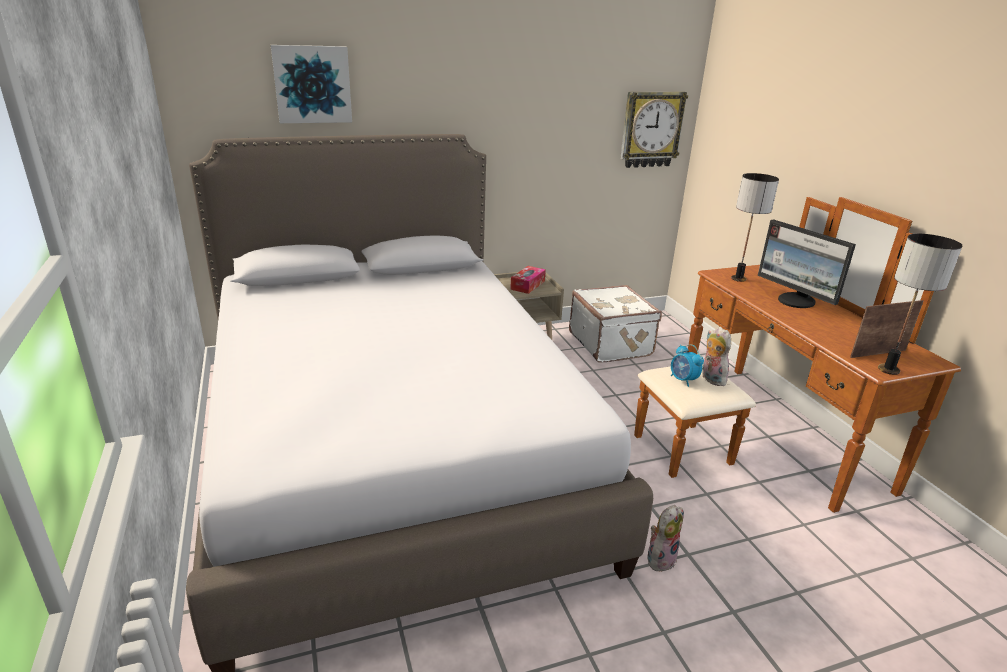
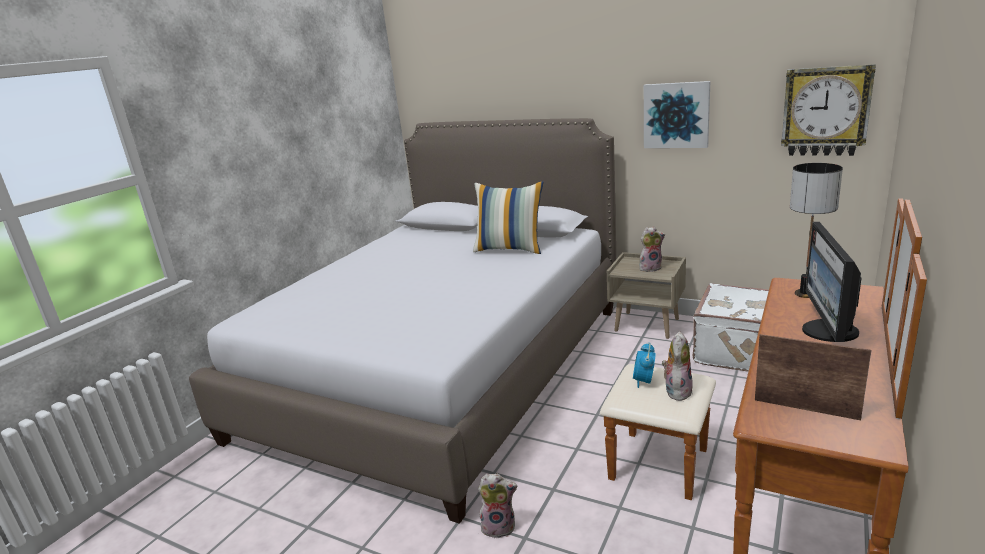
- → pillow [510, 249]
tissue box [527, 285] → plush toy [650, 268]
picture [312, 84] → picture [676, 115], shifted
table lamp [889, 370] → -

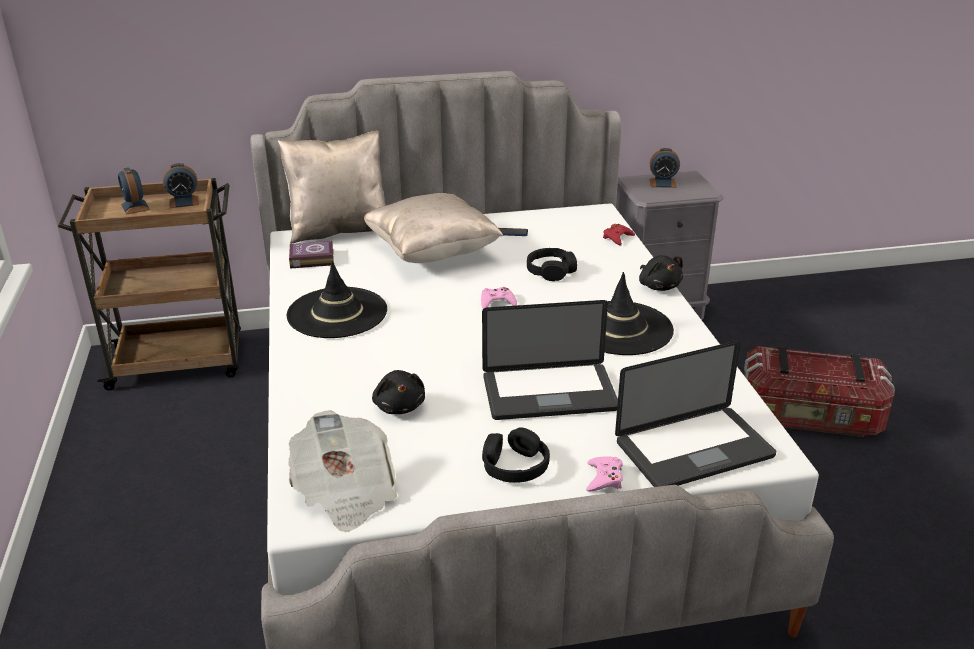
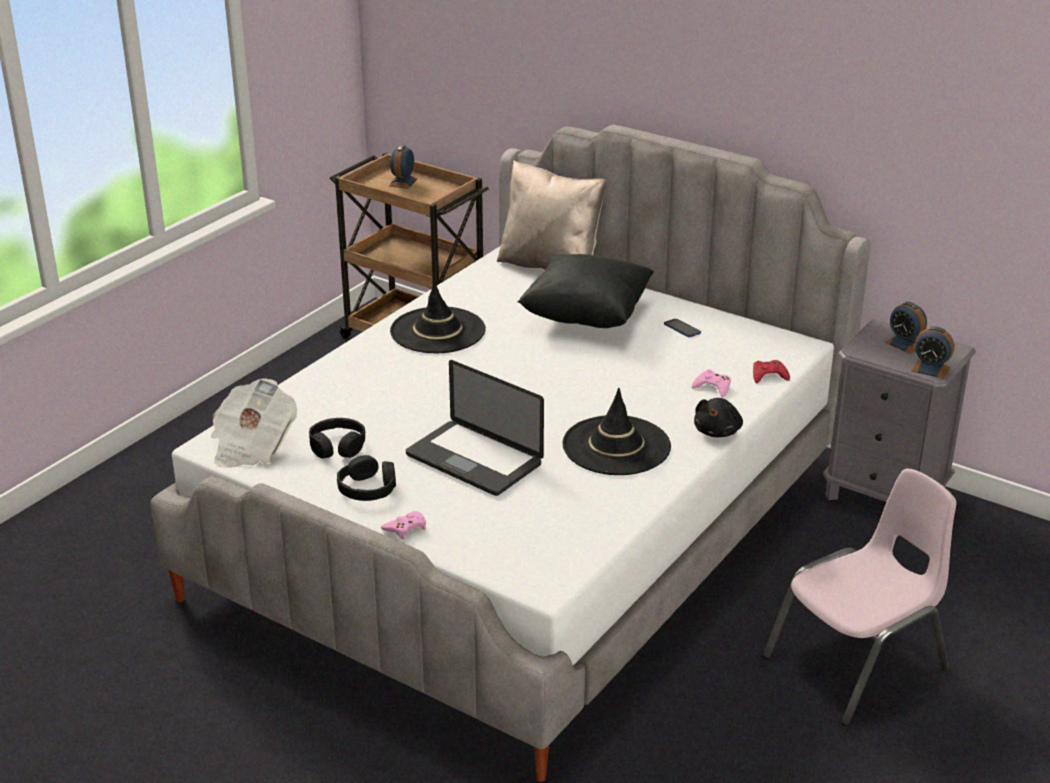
headphones (black) [551, 271] → headphones (black) [337, 446], shifted
pillow (beige) [432, 253] → pillow (black) [586, 317]
game controller (pink) [497, 302] → game controller (pink) [713, 387], shifted
storage box [809, 417] → chair (pink) [857, 664]
alarm clock [184, 202] → alarm clock [930, 369], shifted
book [310, 258] → -
plush toy (black) [399, 406] → -
laptop [694, 450] → -

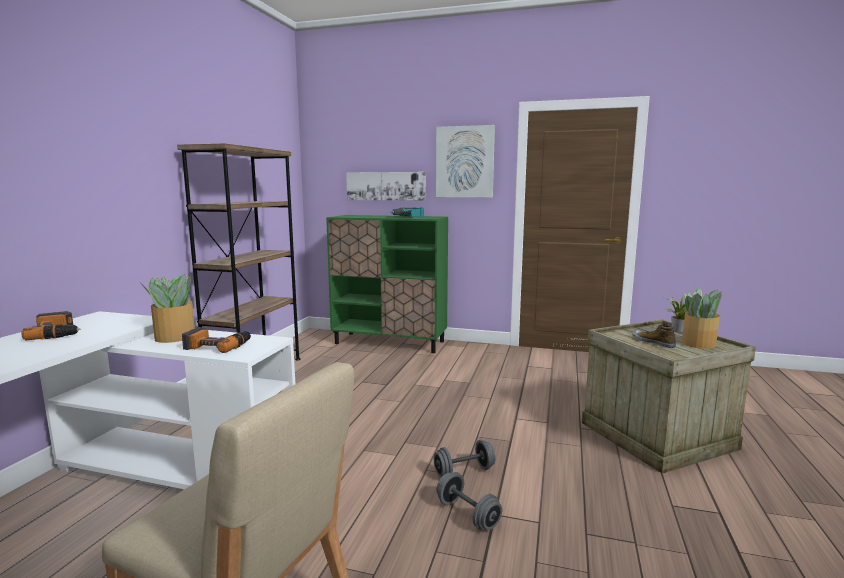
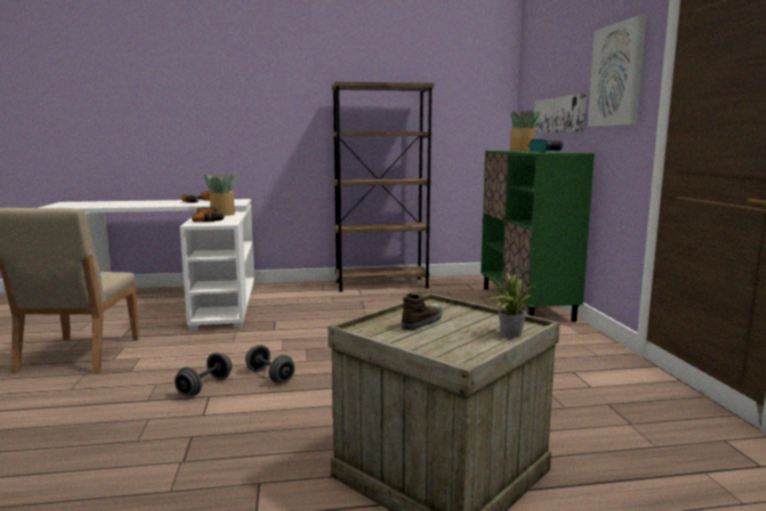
potted plant [699, 343] → potted plant [522, 151], shifted

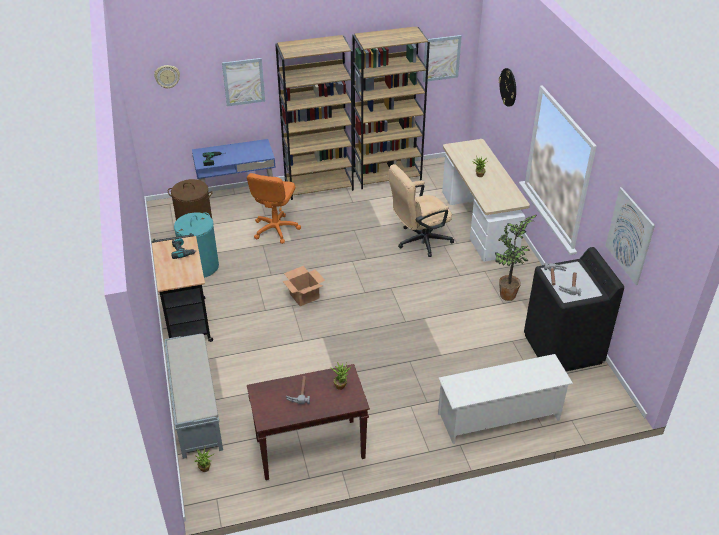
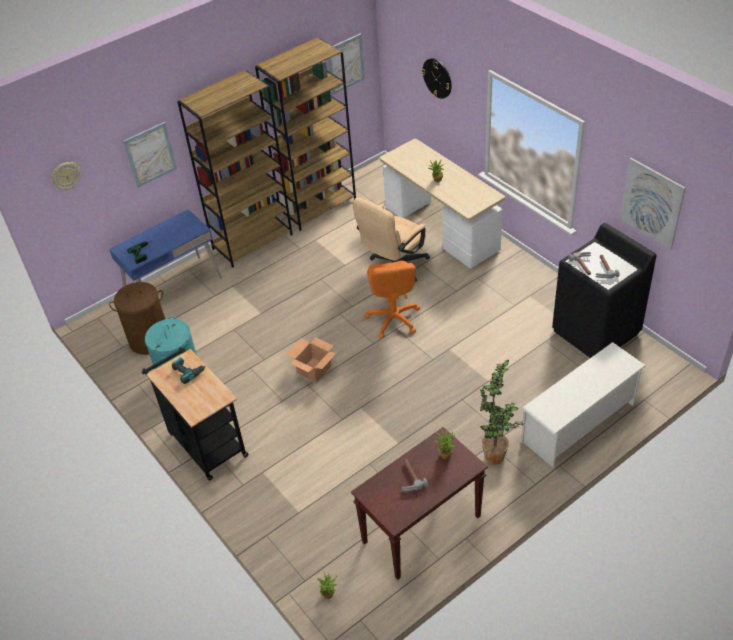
office chair (orange) [275, 229] → office chair (orange) [393, 319], shifted
potted plant [507, 297] → potted plant [495, 459], shifted
bench (grey) [196, 409] → -

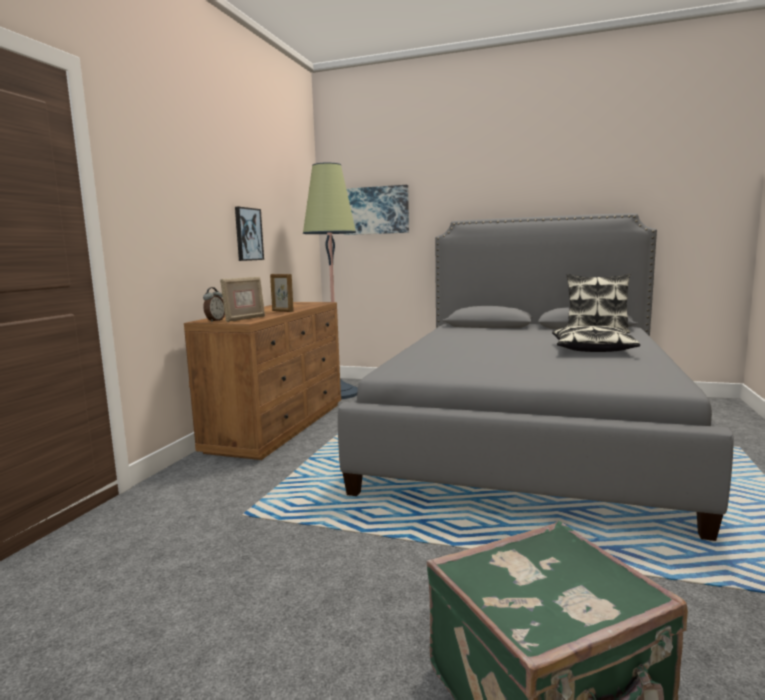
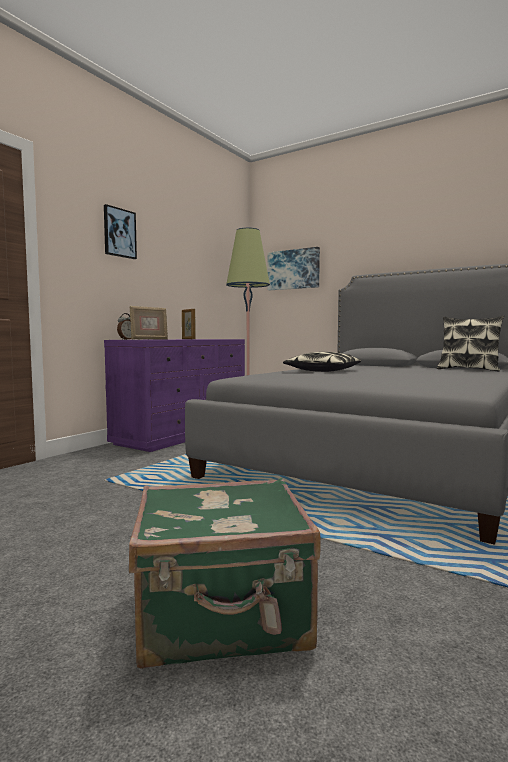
picture [248, 234] → picture [119, 233], shifted
dresser (brown) [279, 426] → dresser (purple) [183, 434]
pillow [591, 349] → pillow [323, 371], shifted

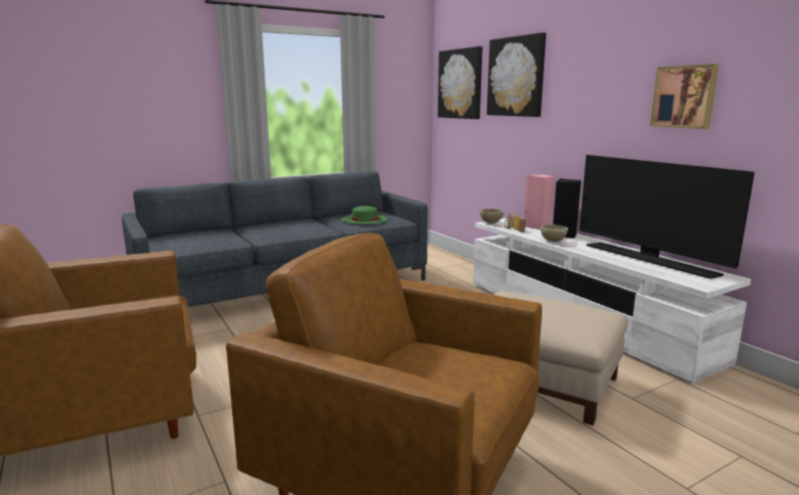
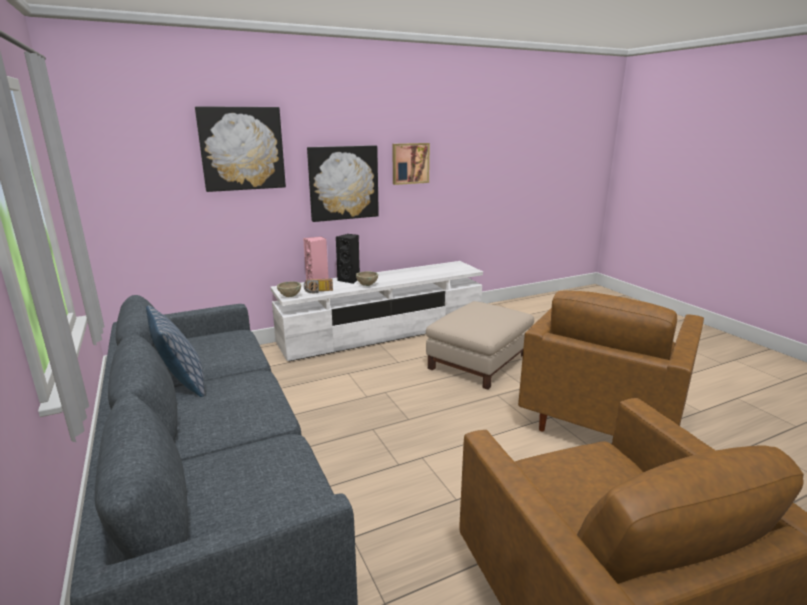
- → pillow [182, 384]
picture [460, 84] → picture [343, 183], shifted
hat (green) [364, 219] → -
television [650, 260] → -

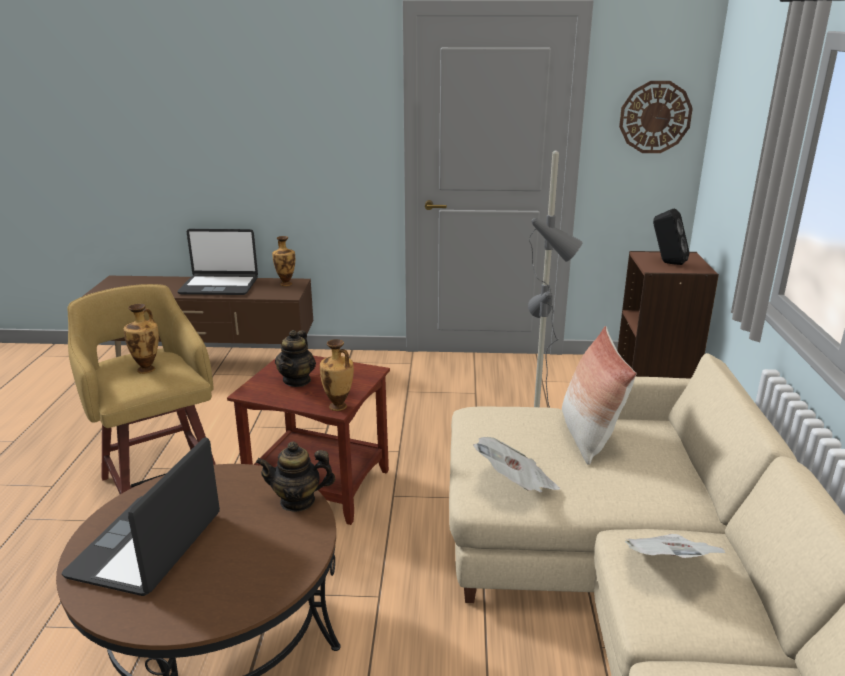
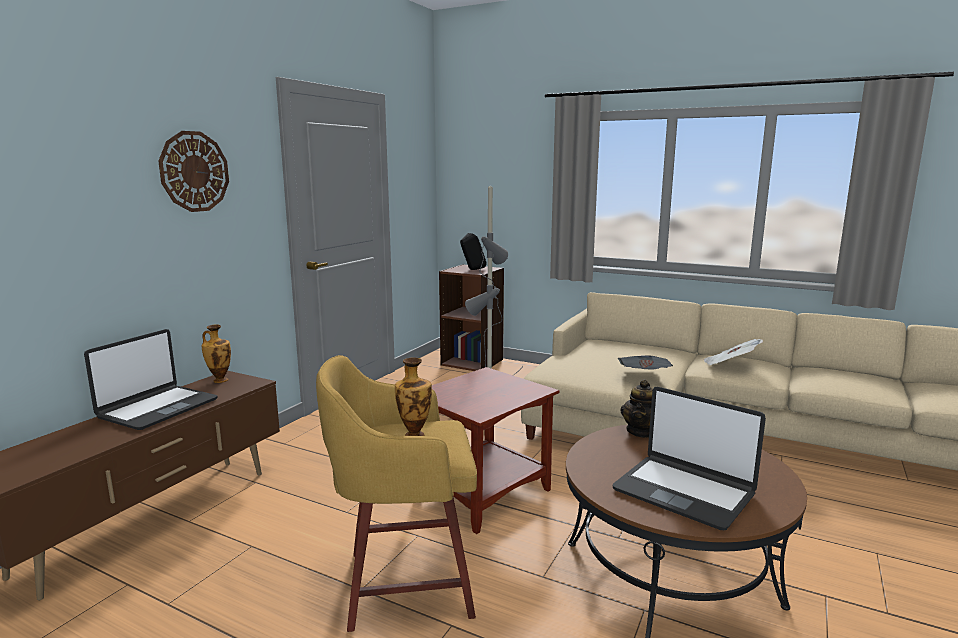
wall clock [655, 117] → wall clock [194, 171], shifted
teapot [297, 380] → -
vase [338, 407] → -
pillow [588, 436] → -

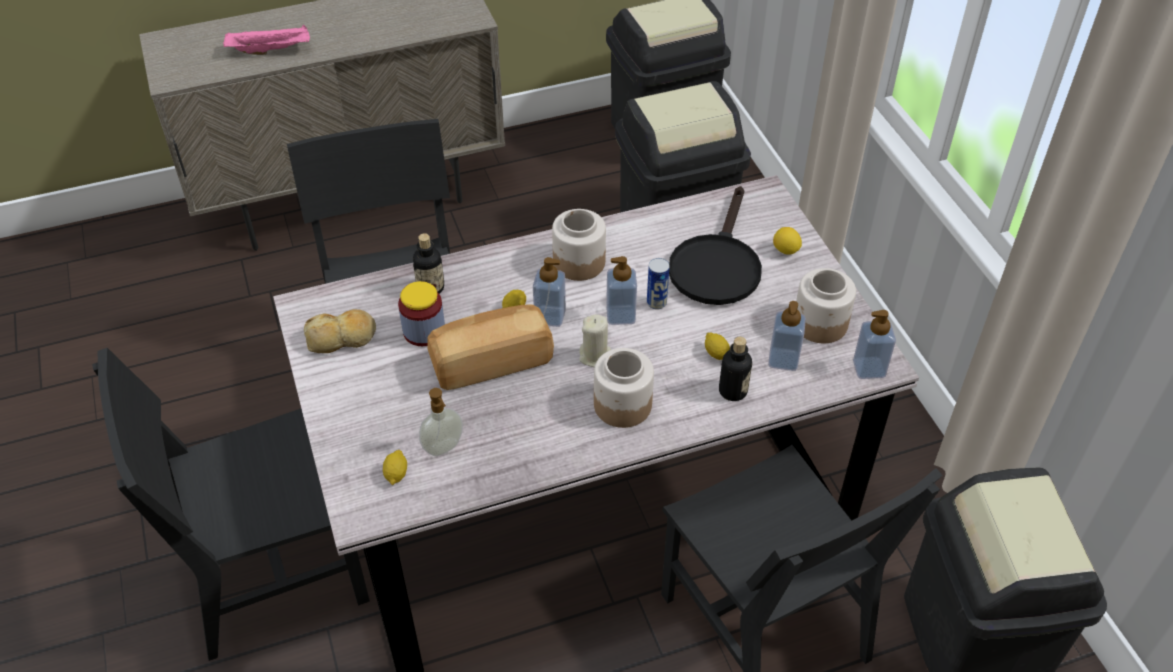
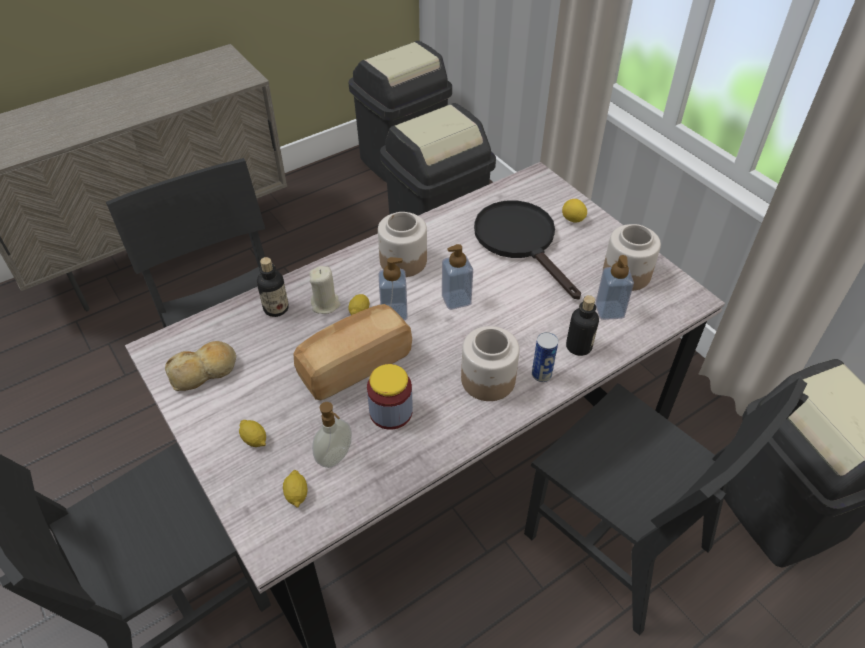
lemon [716, 353] → lemon [254, 439], shifted
candle (beige) [595, 356] → candle (beige) [325, 304], shifted
jar [424, 331] → jar [391, 412], shifted
frying pan (black) [716, 265] → frying pan (black) [521, 241], 150 degrees clockwise
can [656, 302] → can [541, 374], shifted
tray (pink) [271, 50] → -
soap dispenser [869, 368] → -

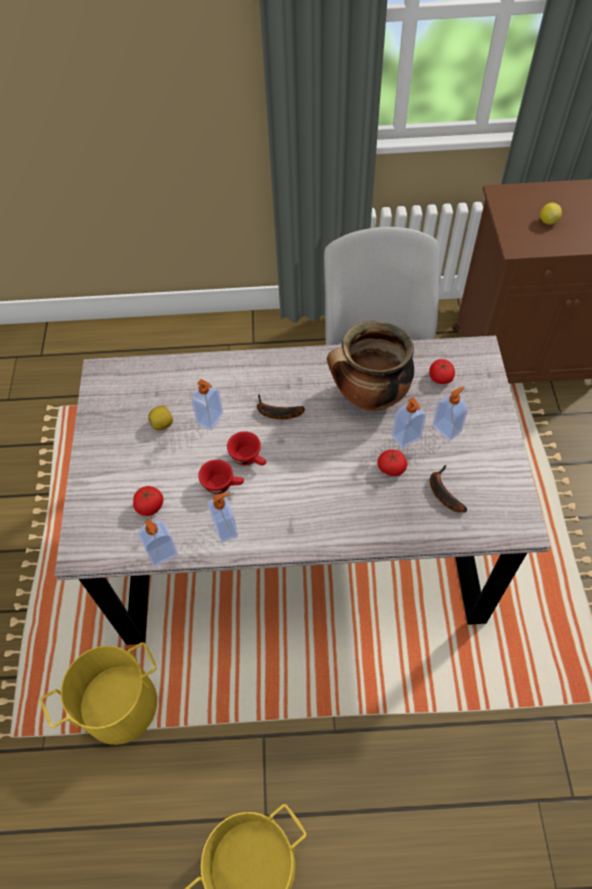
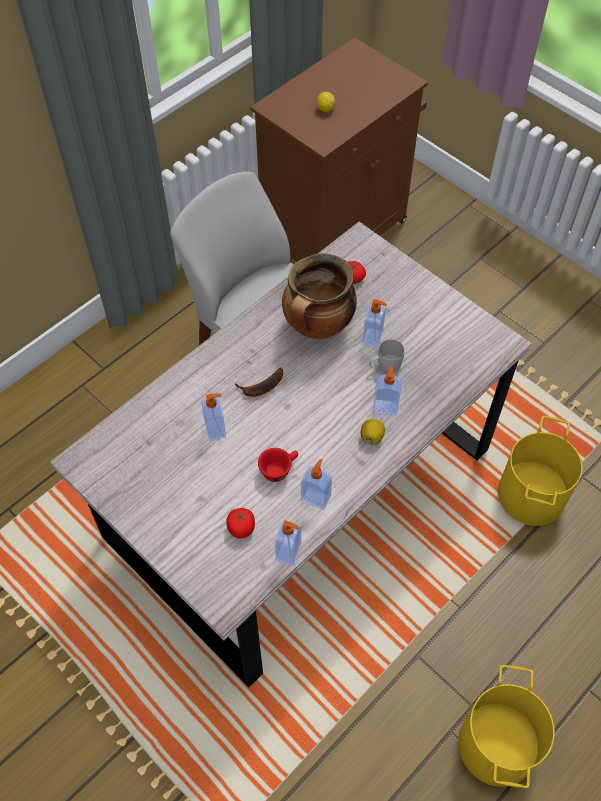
lemon [162, 424] → lemon [371, 437], shifted
tomato [391, 468] → mug (white) [384, 366]
soap dispenser [447, 428] → soap dispenser [385, 406], shifted
bucket (yellow) [119, 704] → bucket (yellow) [530, 495], shifted
cup (red) [249, 458] → -
banana [442, 492] → -

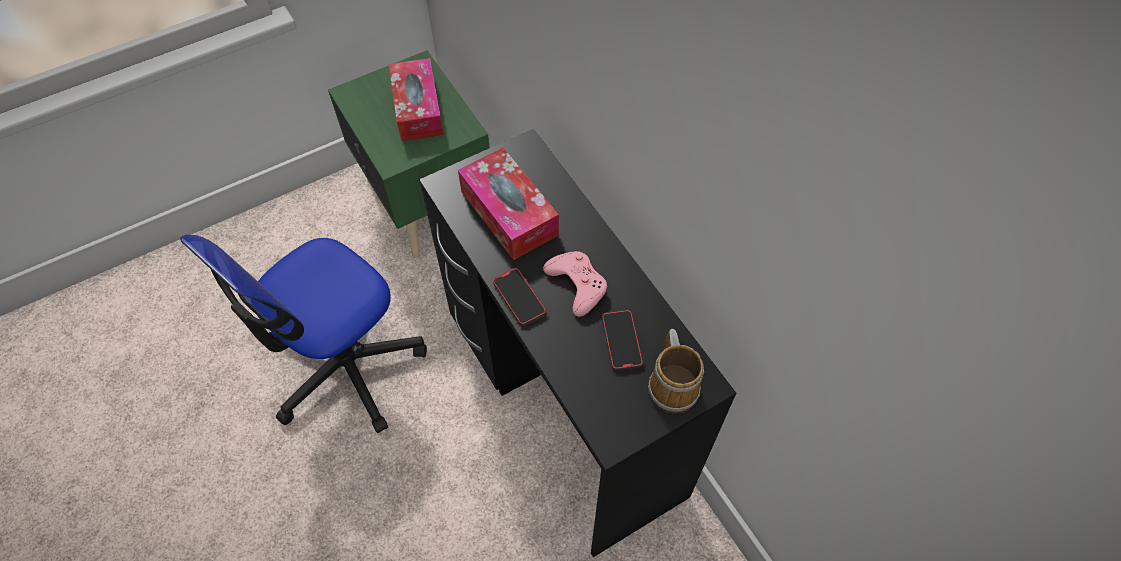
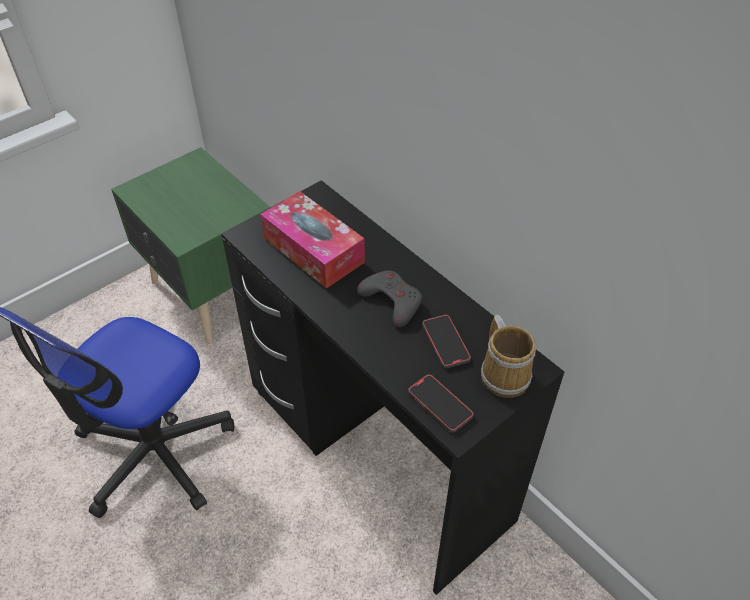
game controller (pink) [577, 284] → game controller (grey) [391, 301]
phone [519, 298] → phone [440, 404], shifted
tissue box [417, 108] → -

